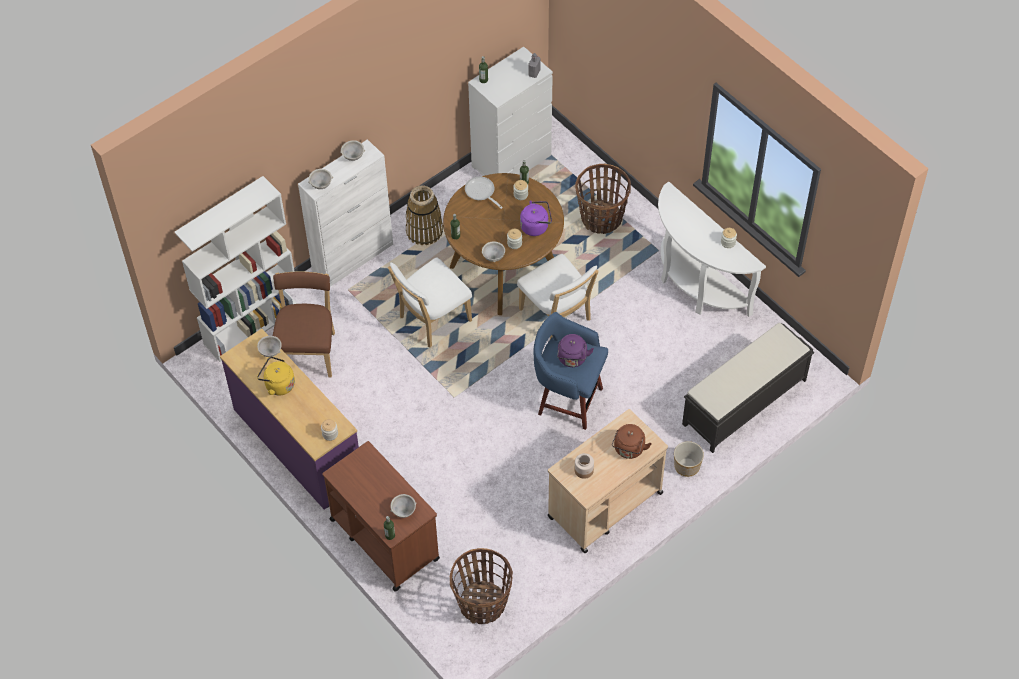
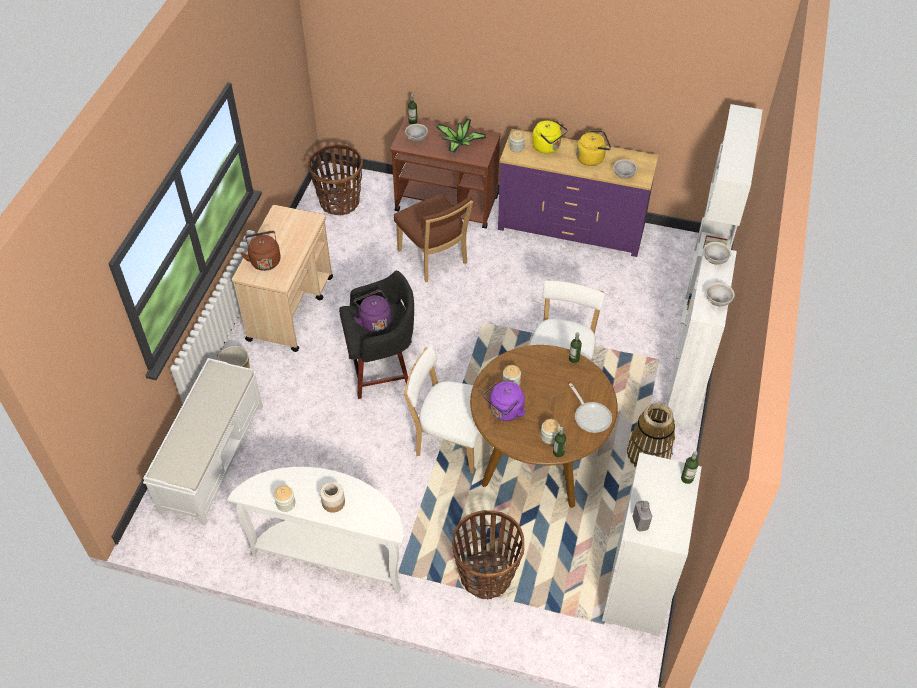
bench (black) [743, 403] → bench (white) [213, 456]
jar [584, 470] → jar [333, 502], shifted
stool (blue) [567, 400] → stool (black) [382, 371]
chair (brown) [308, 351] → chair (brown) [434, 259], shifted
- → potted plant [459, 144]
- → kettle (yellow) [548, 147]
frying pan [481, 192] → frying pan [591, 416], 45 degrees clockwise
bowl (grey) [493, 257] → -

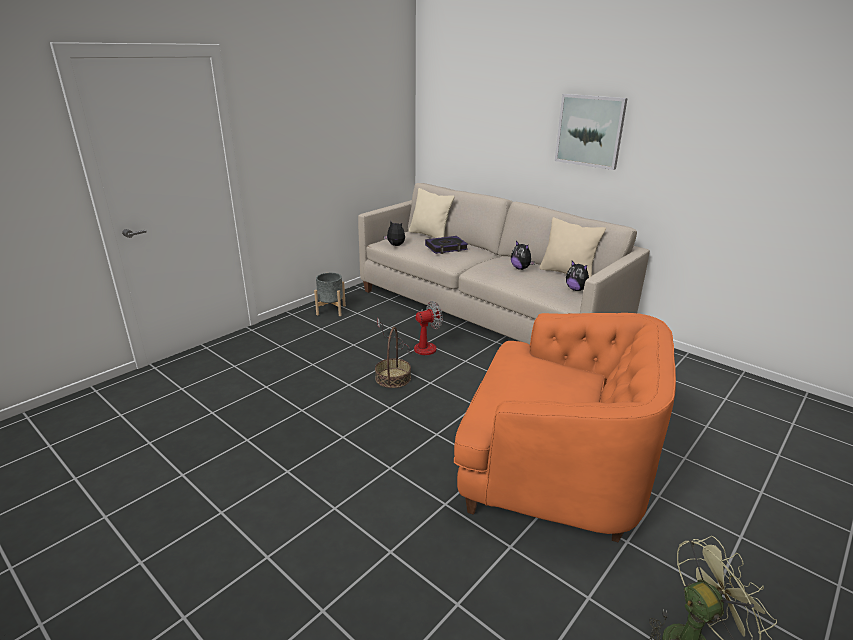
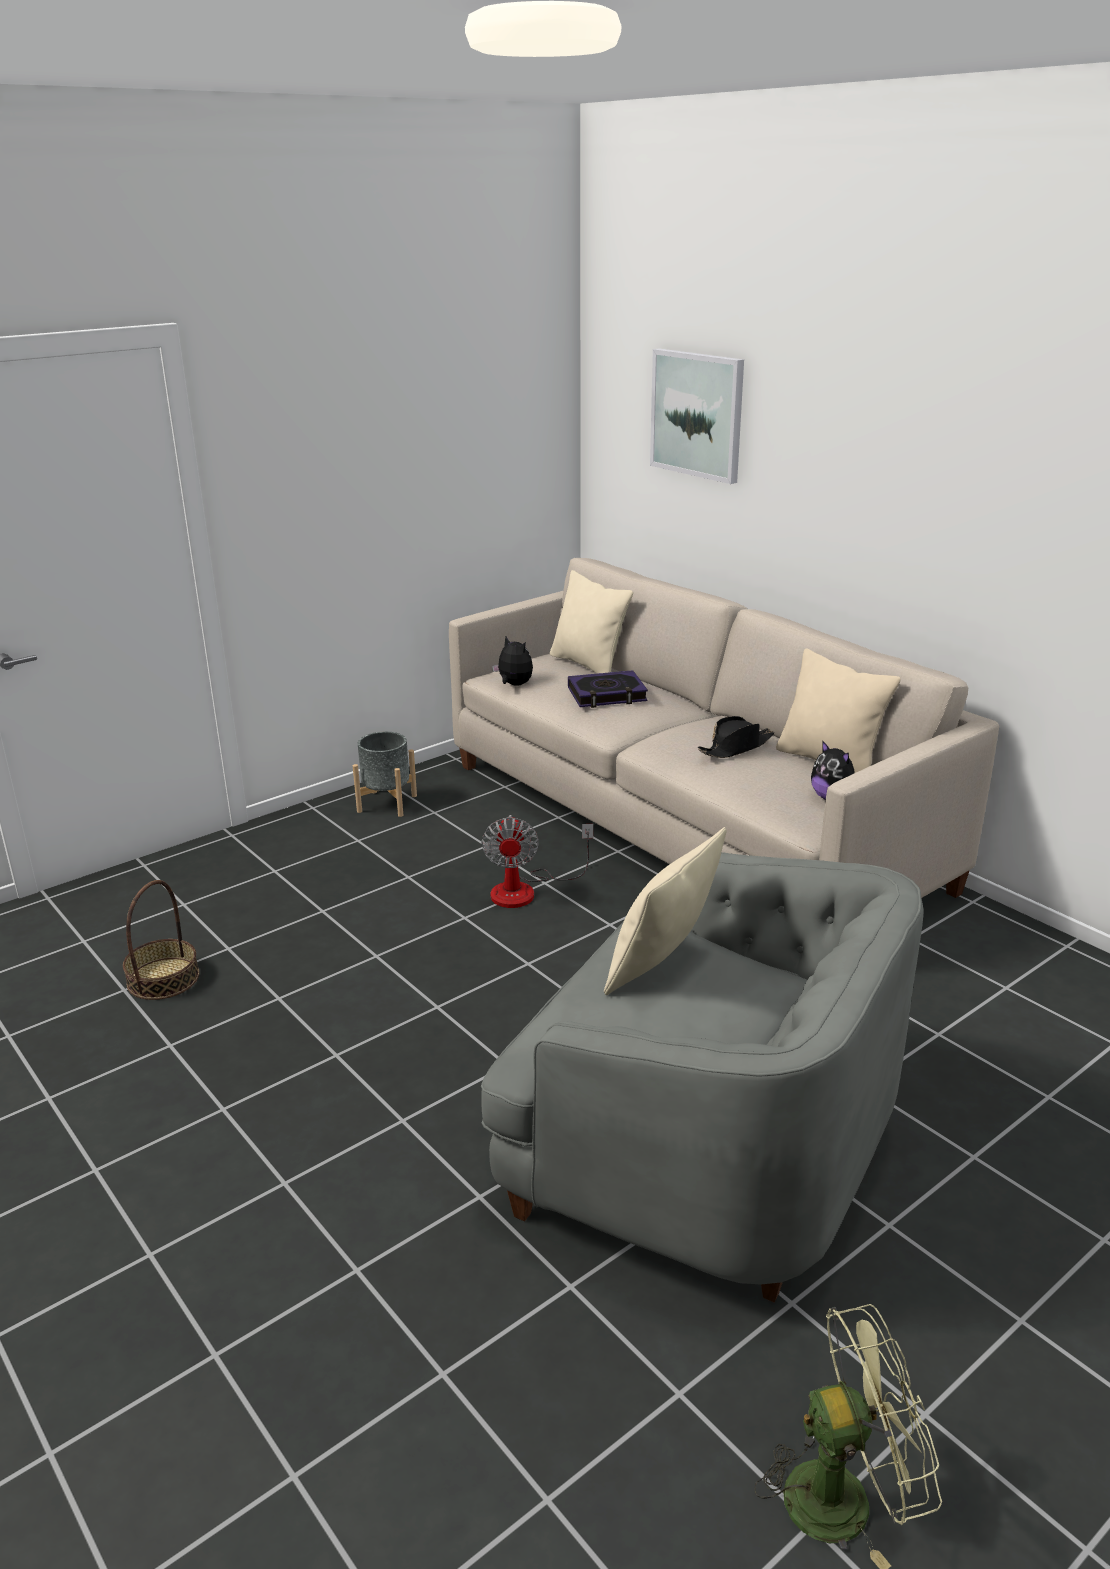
basket [393, 378] → basket [163, 978], shifted
fan [417, 347] → fan [526, 890], 105 degrees clockwise
armchair (orange) [553, 468] → armchair (grey) [704, 1151]
- → pillow (beige) [661, 967]
picture [590, 131] → picture [697, 414], shifted
plush toy [521, 268] → hat (black) [736, 747]

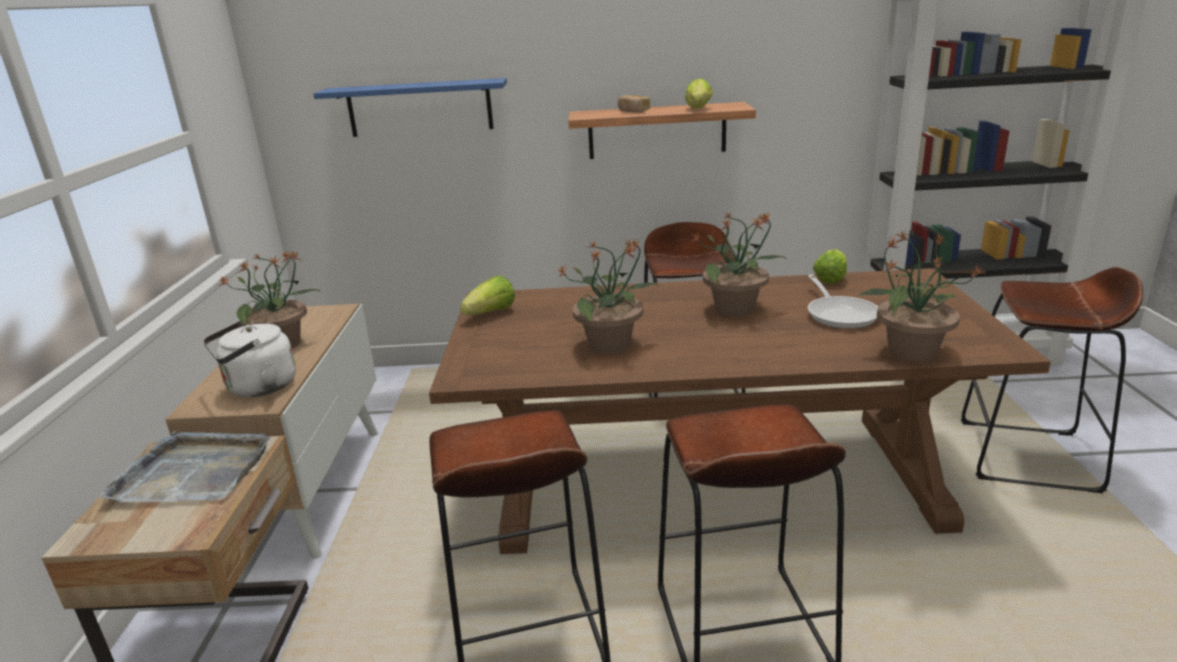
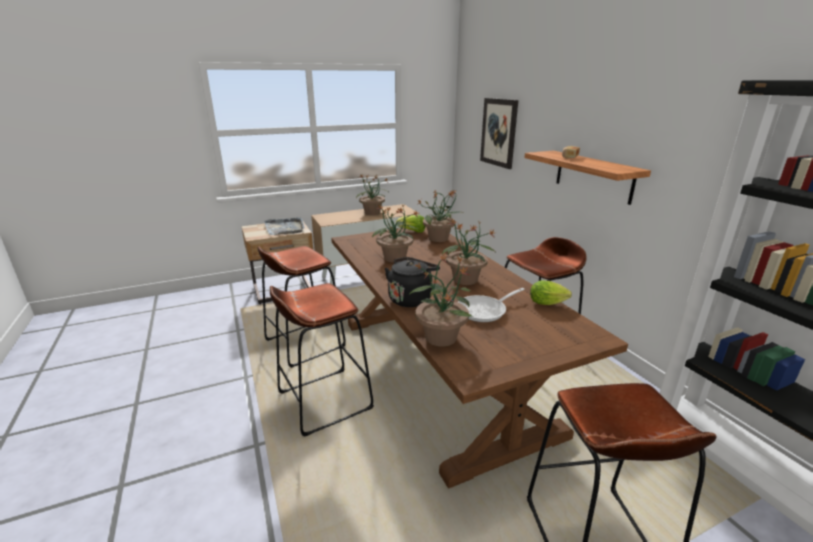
- → kettle (black) [411, 298]
- → potted plant [439, 238]
shelf (blue) [420, 108] → picture [499, 132]
kettle (white) [258, 388] → -
lettuce [698, 109] → -

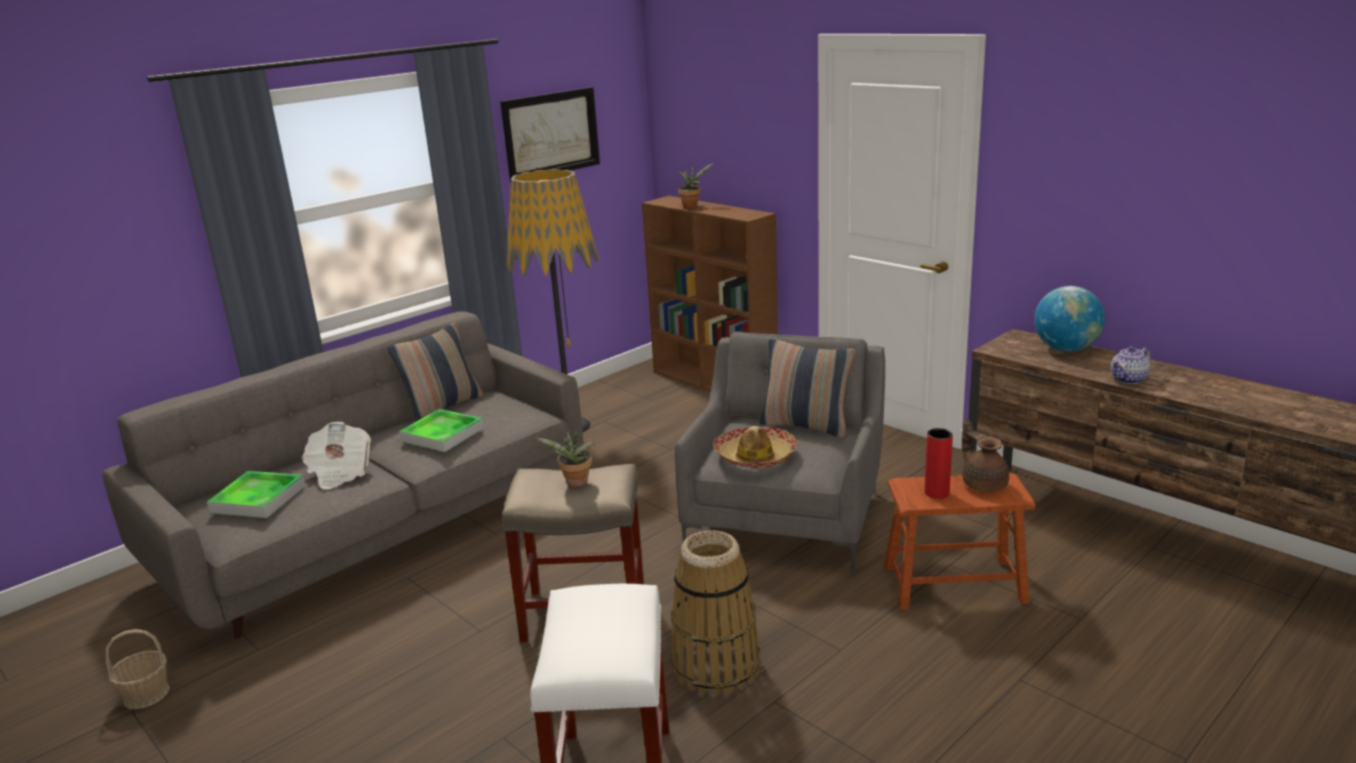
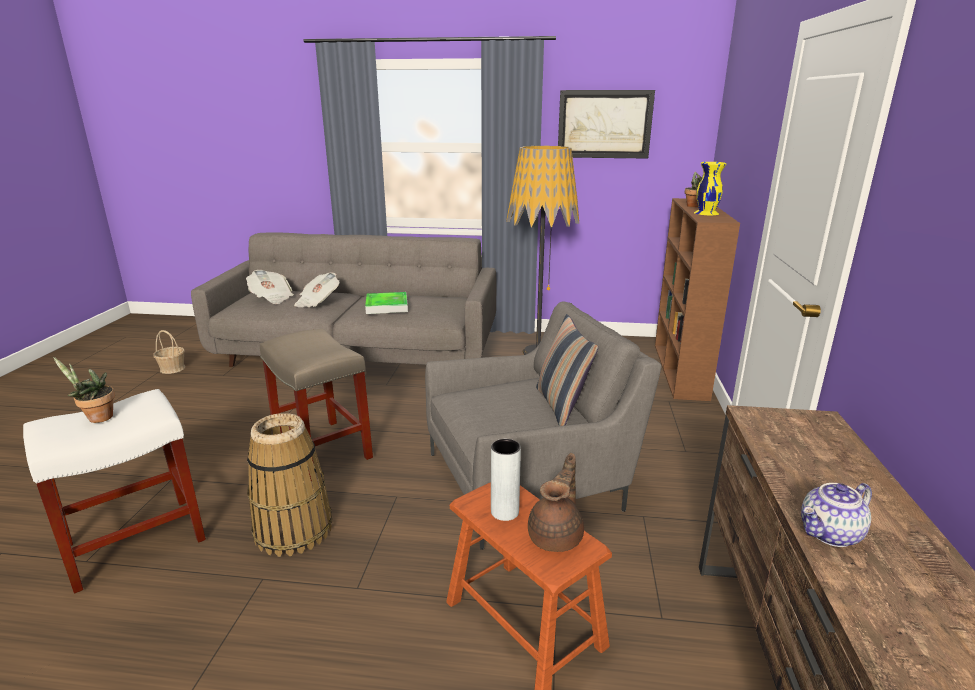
potted plant [575, 484] → potted plant [97, 418], shifted
tray [258, 499] → newspaper [271, 298]
vase (red) [936, 493] → vase (grey) [504, 512]
- → vase (yellow) [706, 213]
teapot [1128, 379] → teapot [830, 534], 45 degrees counterclockwise
pillow [443, 407] → -
hat [755, 456] → -
globe [1066, 349] → -

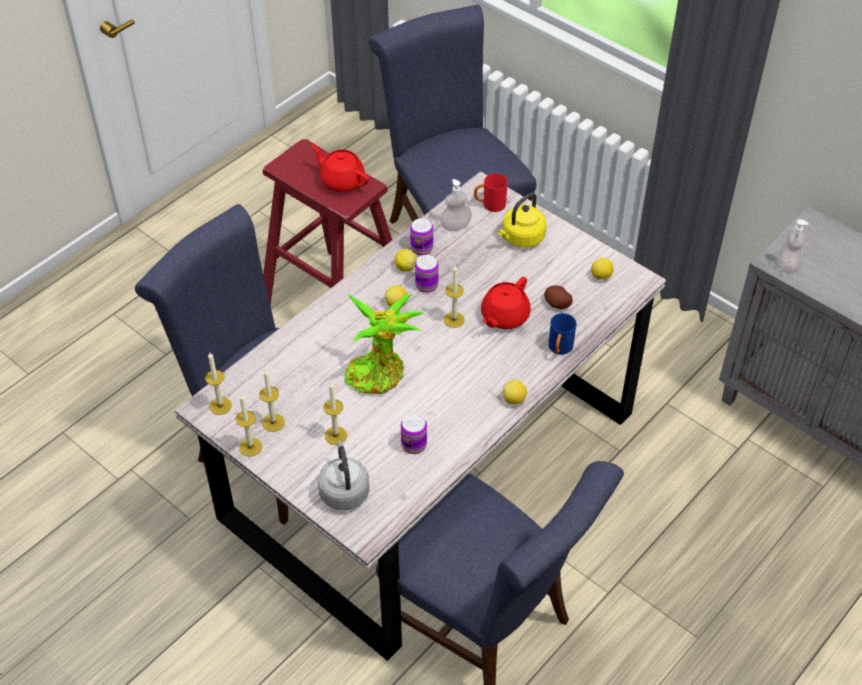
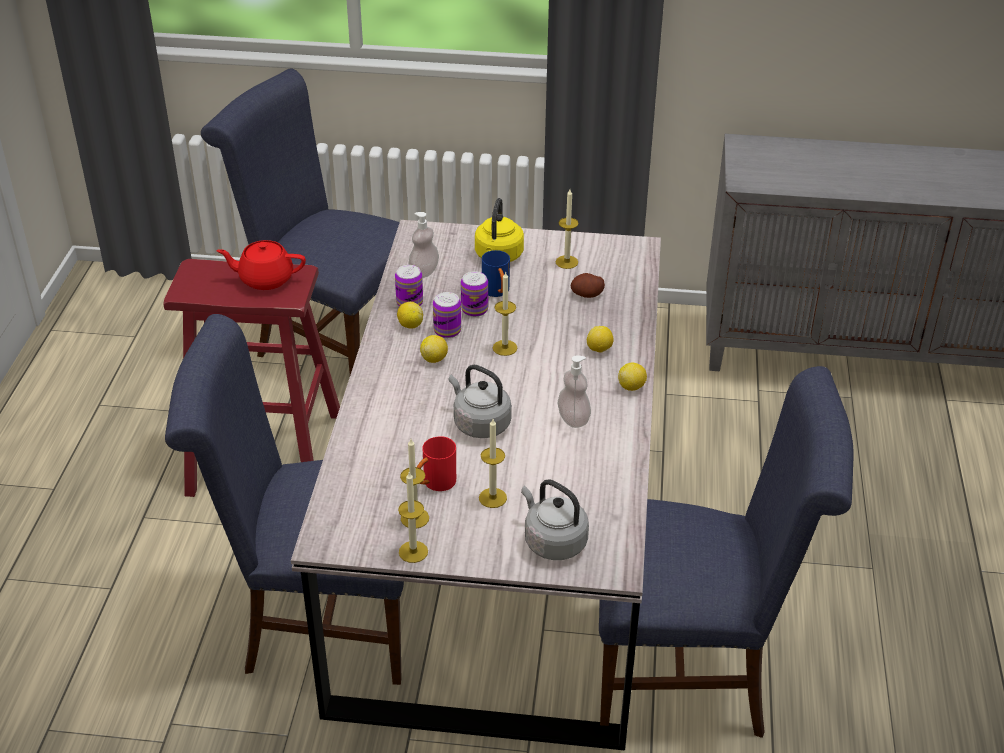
mug (red) [489, 205] → mug (red) [435, 484], shifted
potted plant [379, 373] → kettle (grey) [479, 424]
can [414, 445] → can [474, 310], shifted
mug (blue) [559, 349] → mug (blue) [497, 293], shifted
candle [220, 406] → candle [566, 262], shifted
soap dispenser [787, 265] → soap dispenser [573, 419], shifted
lemon [601, 276] → lemon [599, 350], shifted
teapot (red) [504, 316] → -

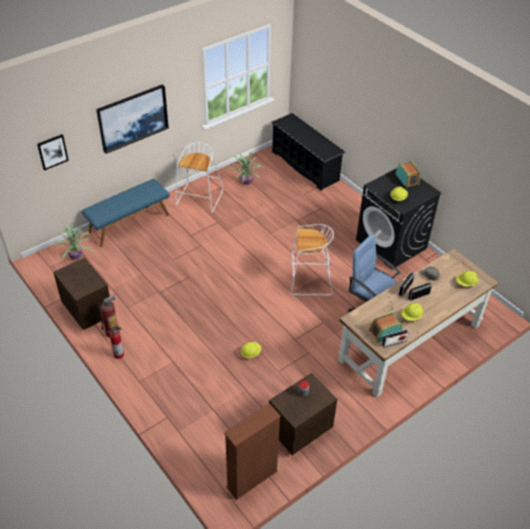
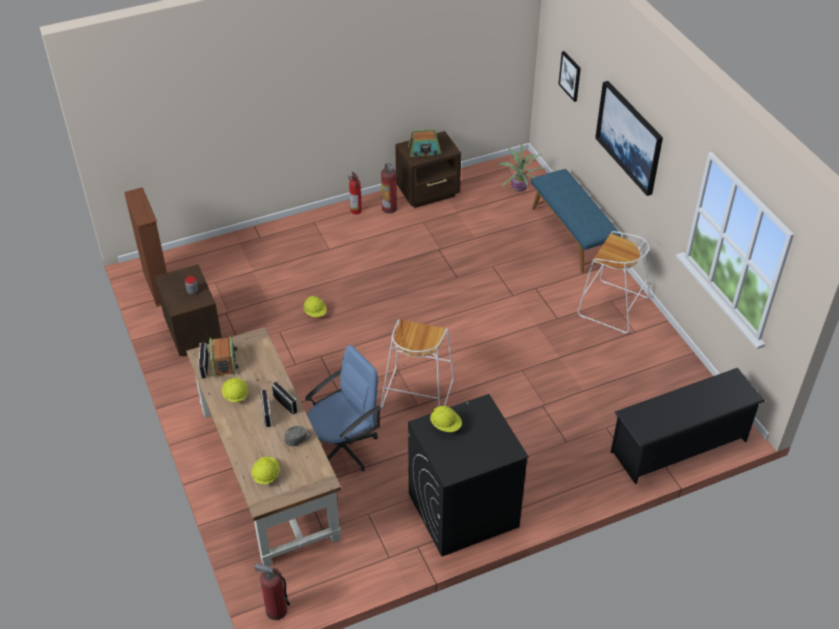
- → fire extinguisher [276, 610]
radio [407, 179] → radio [424, 151], shifted
potted plant [246, 181] → -

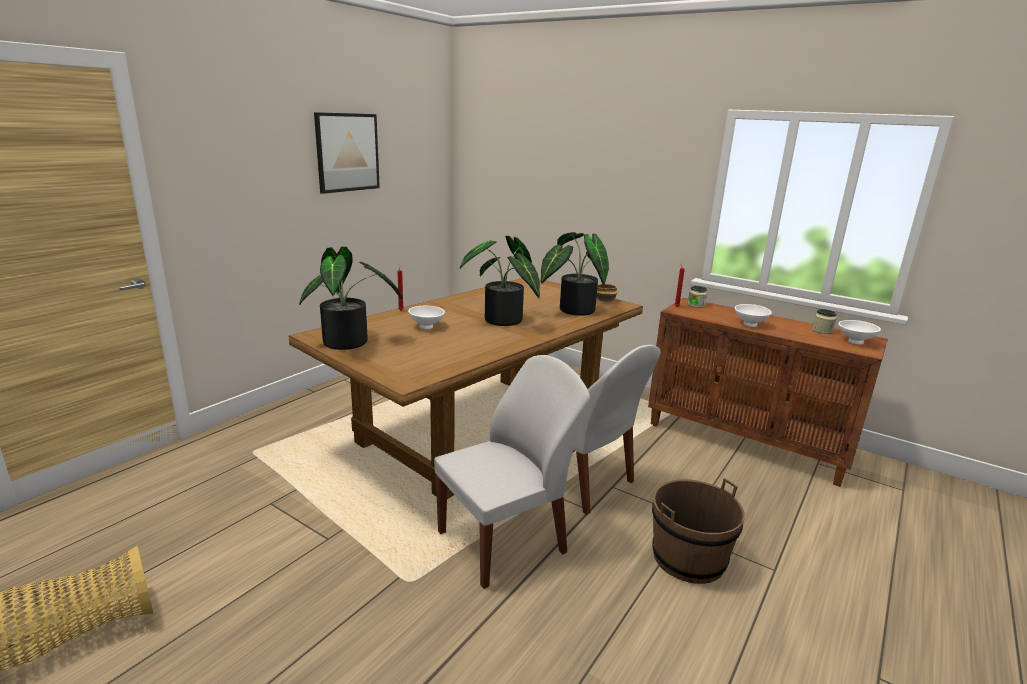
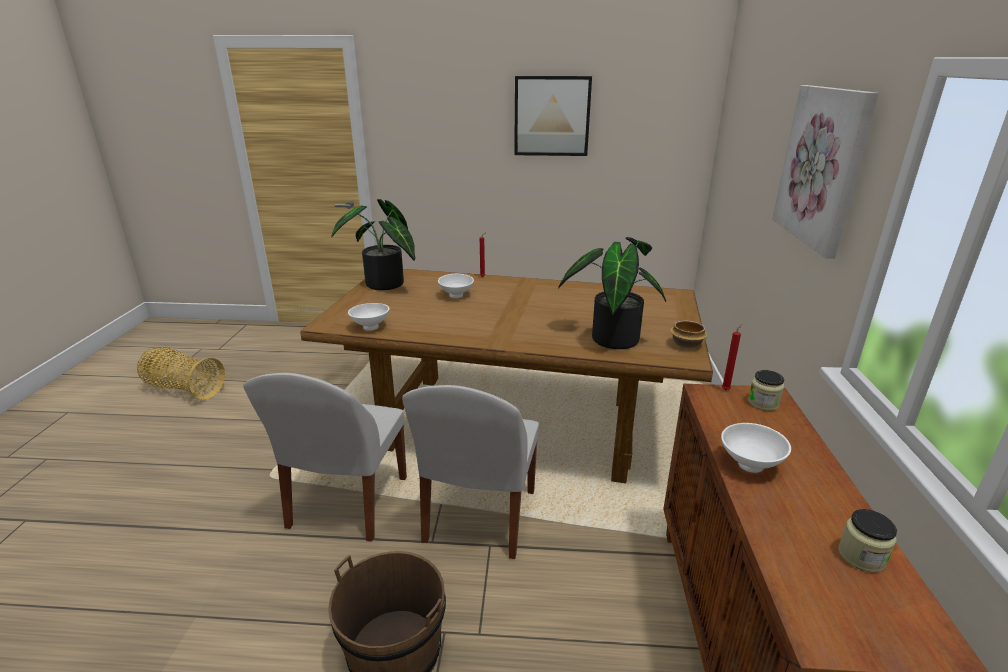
chair (white) [505, 541] → chair (white) [347, 504], 75 degrees clockwise
bowl (white) [855, 342] → bowl (white) [369, 327], shifted
- → picture [822, 166]
potted plant [503, 322] → -

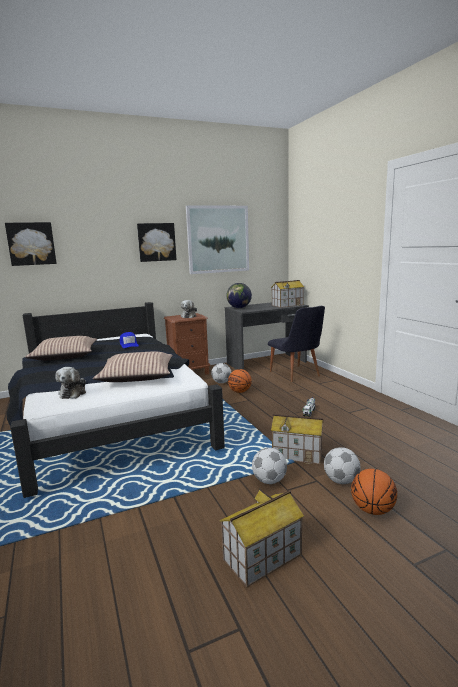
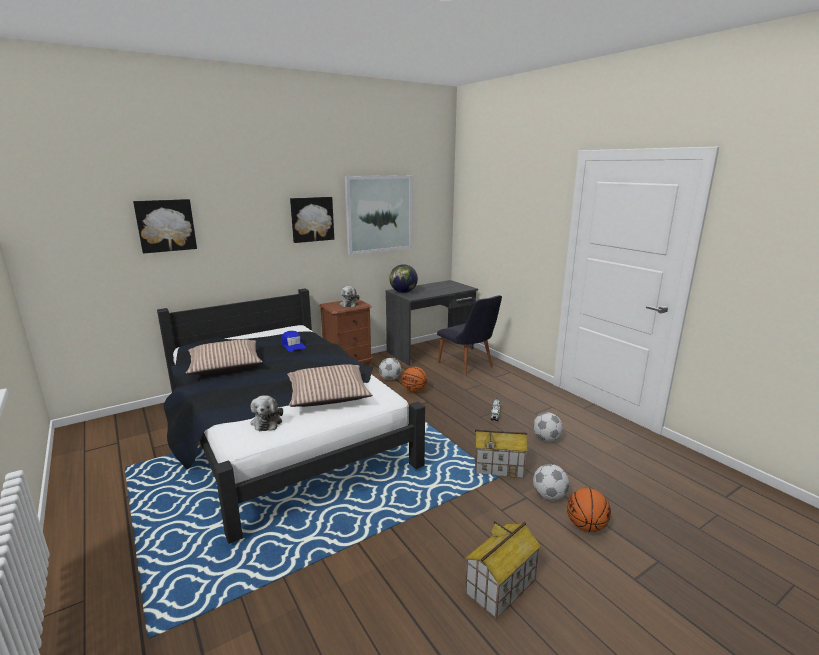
football [269, 481] → football [546, 439], shifted
toy house [287, 305] → -

